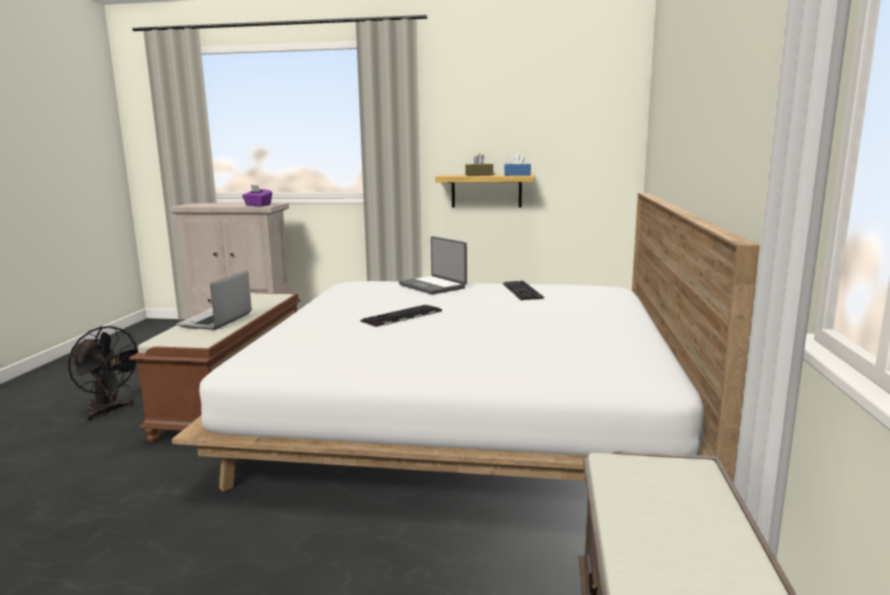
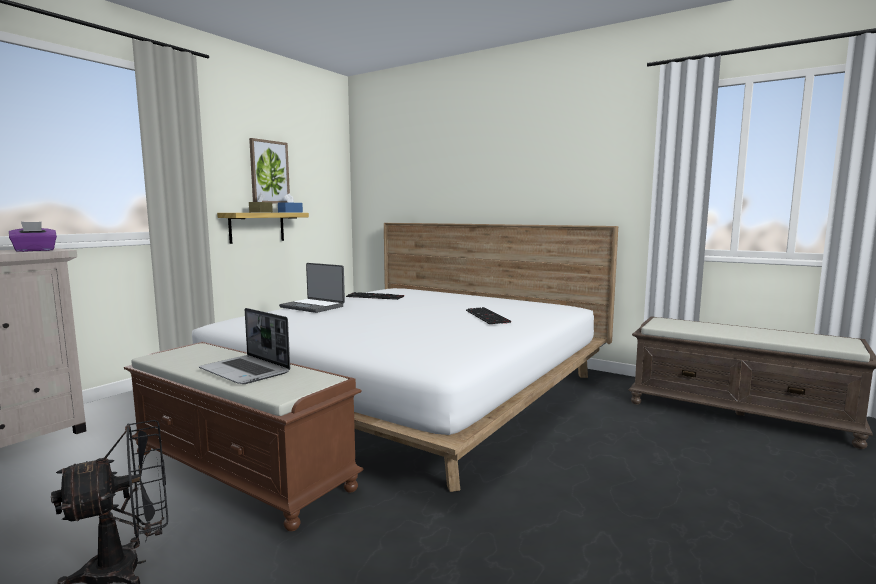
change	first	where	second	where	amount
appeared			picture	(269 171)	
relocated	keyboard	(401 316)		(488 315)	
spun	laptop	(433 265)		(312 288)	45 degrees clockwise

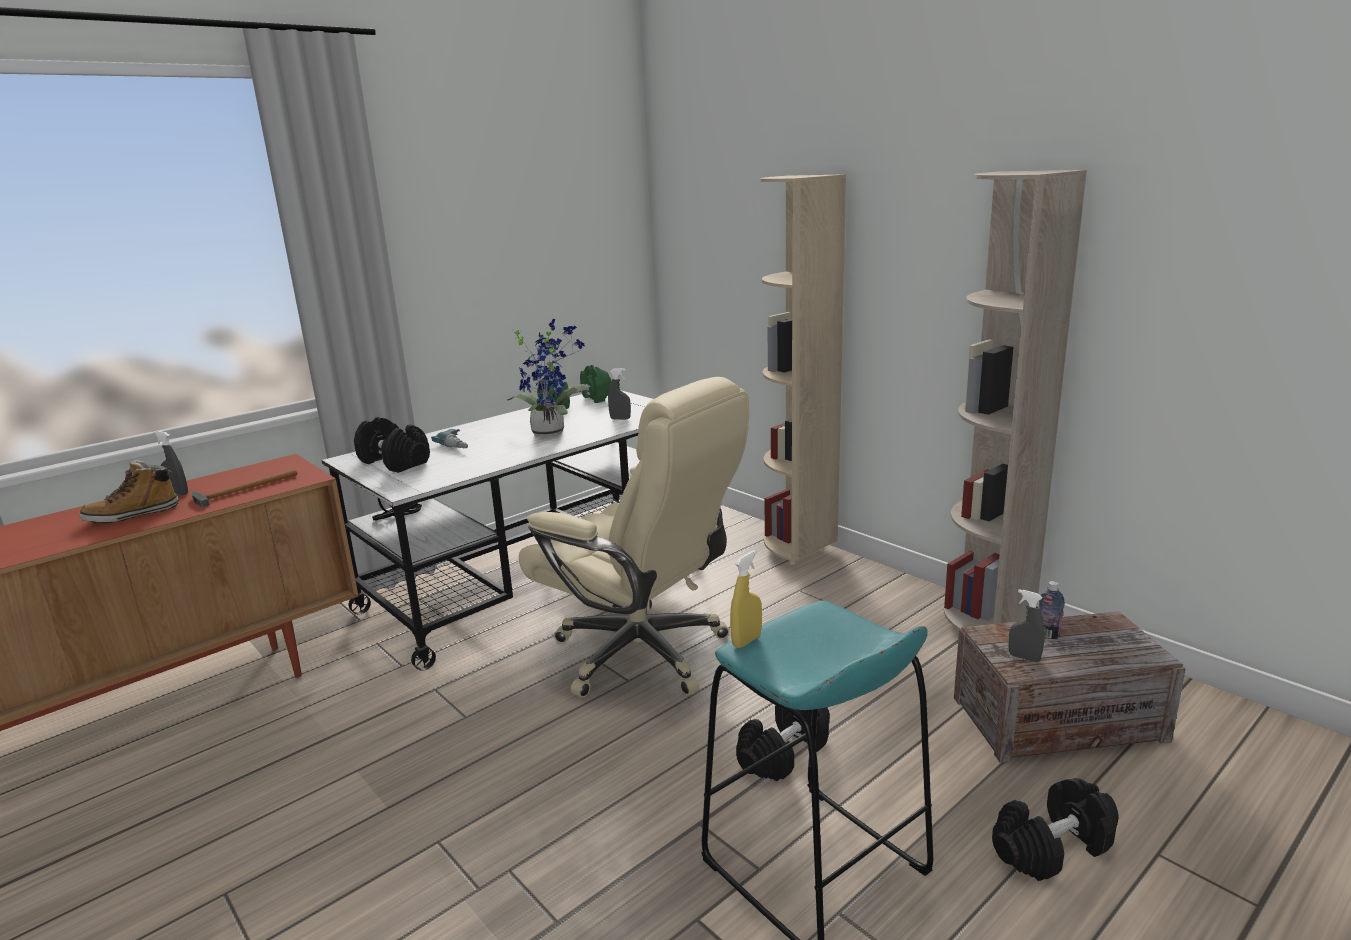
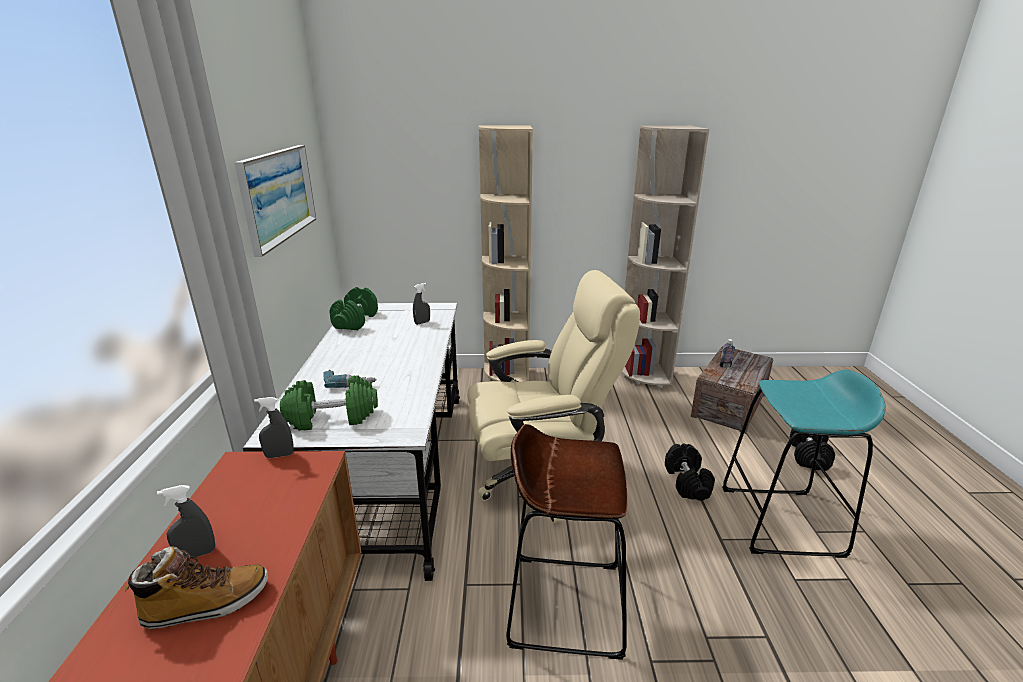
change	first	where	second	where	amount
missing	hammer	(244 488)			
missing	potted plant	(549 378)			
missing	yellow spray bottle	(746 599)			
appeared			picture	(275 201)	
appeared			brown stool	(566 542)	
relocated	grey spray bottle	(1027 625)		(274 427)	
colour	black dumbbell	(392 445)	green dumbbell	(329 403)	
spun	boot	(129 491)		(196 587)	120 degrees counterclockwise

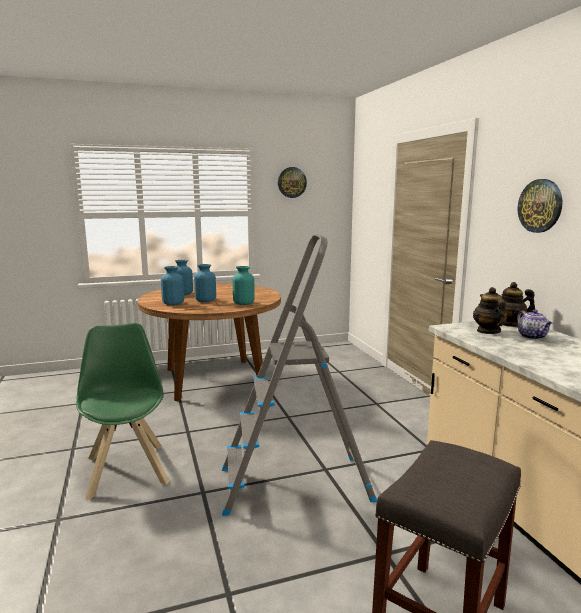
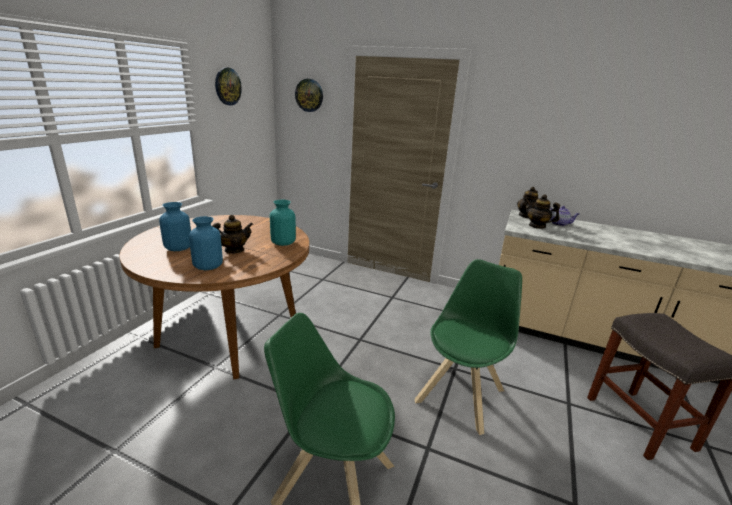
change	first	where	second	where	amount
relocated	wall clock	(540 206)		(309 95)	
exchanged	blue vase	(205 283)	teapot	(232 234)	
exchanged	grey step ladder	(299 375)	green chair	(468 347)	

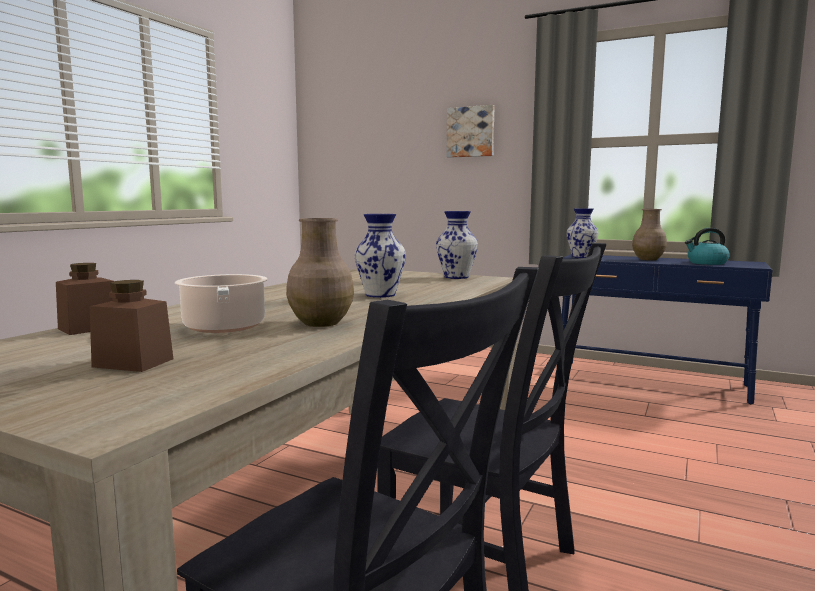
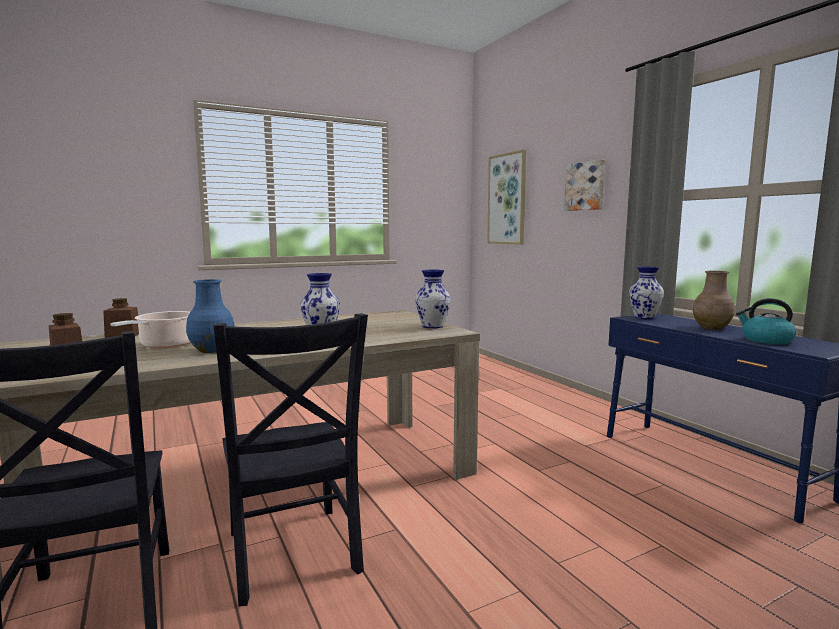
change	first	where	second	where	amount
appeared			picture	(506 197)	
colour	brown vase	(320 272)	blue vase	(210 316)	

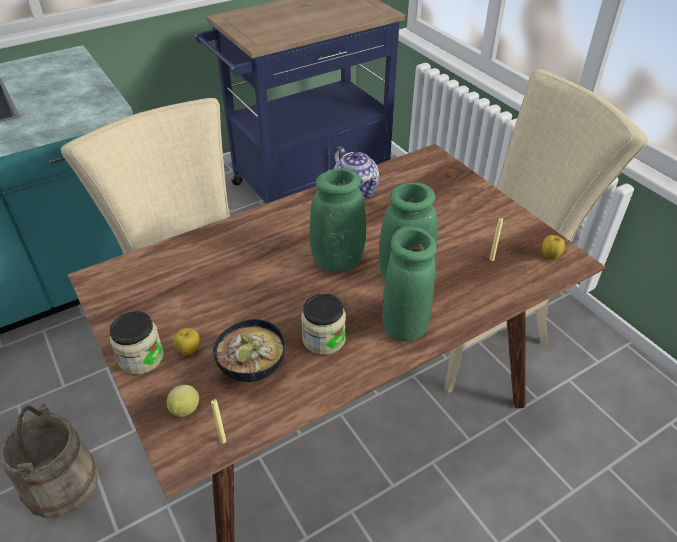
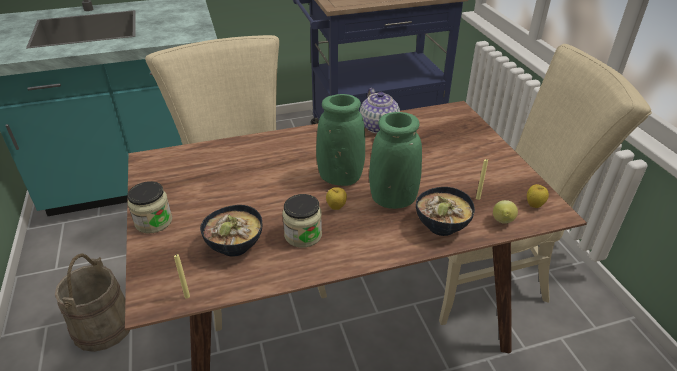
change	first	where	second	where	amount
missing	green vase	(409 283)			
appeared			bowl	(445 211)	
relocated	lemon	(183 401)		(505 212)	
relocated	apple	(186 342)		(336 198)	

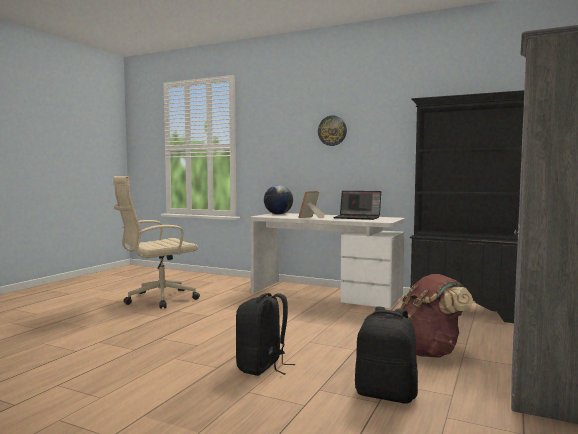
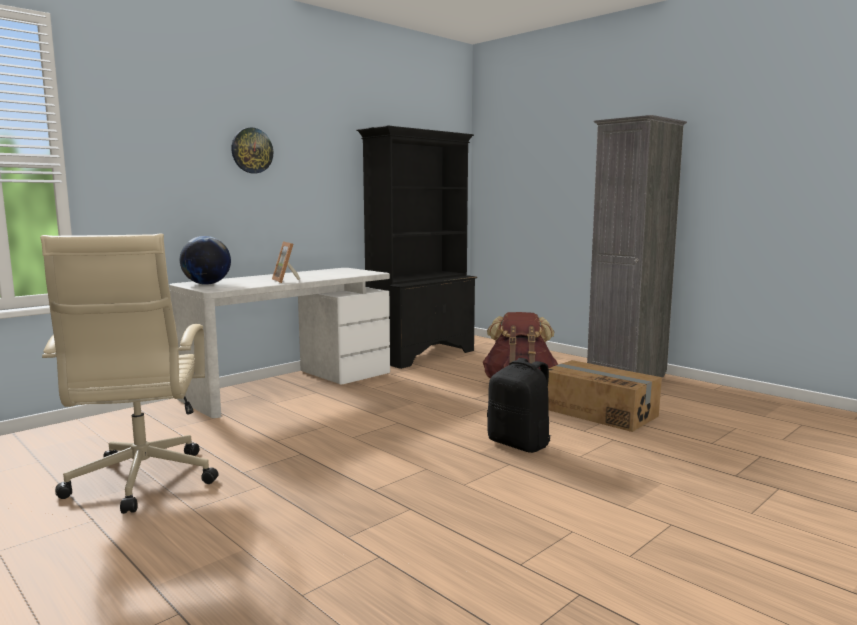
change	first	where	second	where	amount
missing	laptop	(357 205)			
exchanged	black backpack	(386 355)	cardboard box	(605 396)	

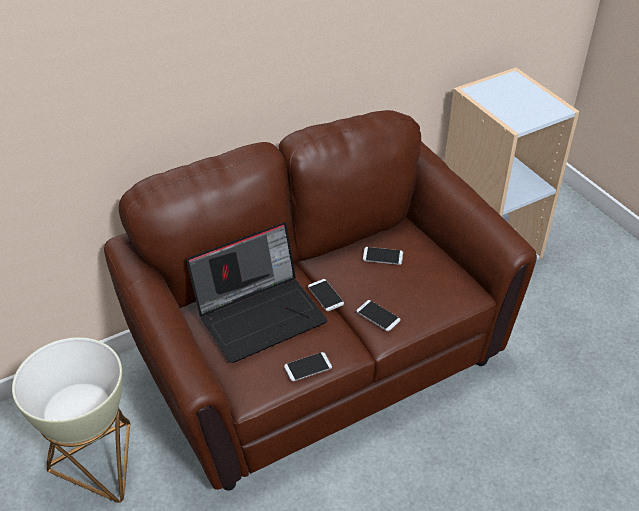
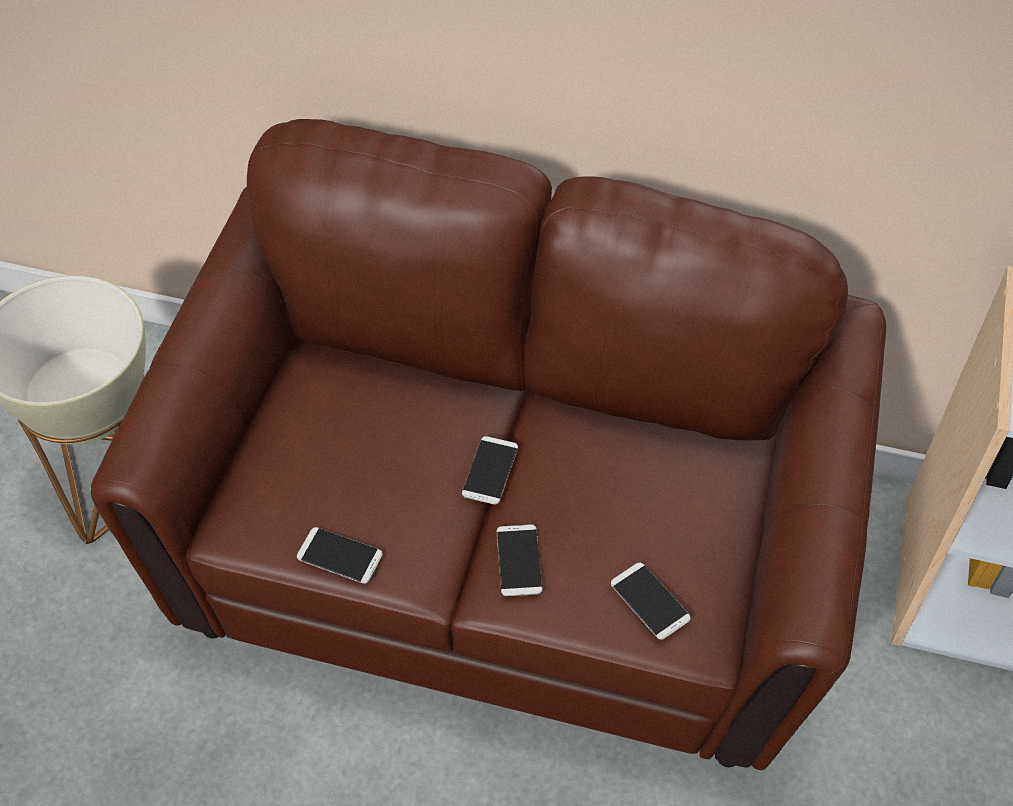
change	first	where	second	where	amount
missing	laptop	(257 292)			
relocated	phone	(383 256)		(651 601)	

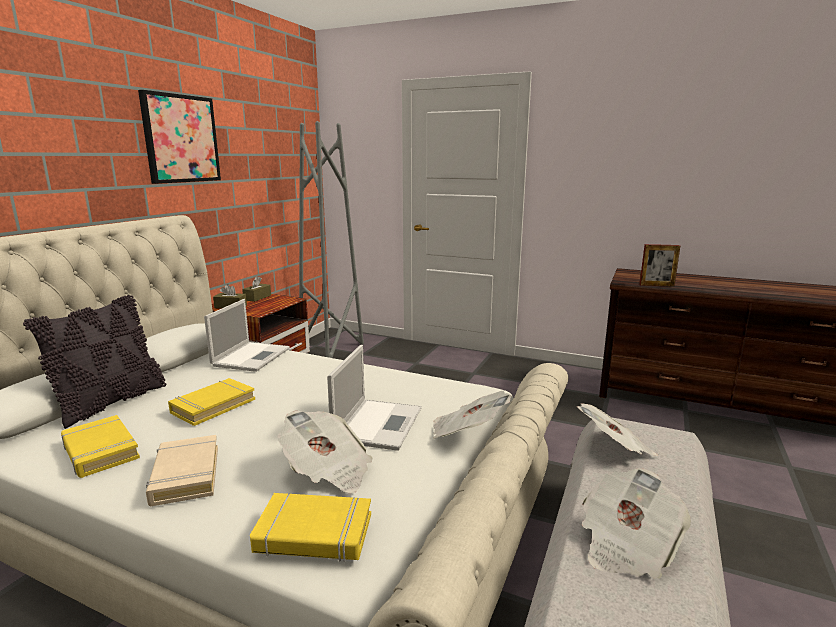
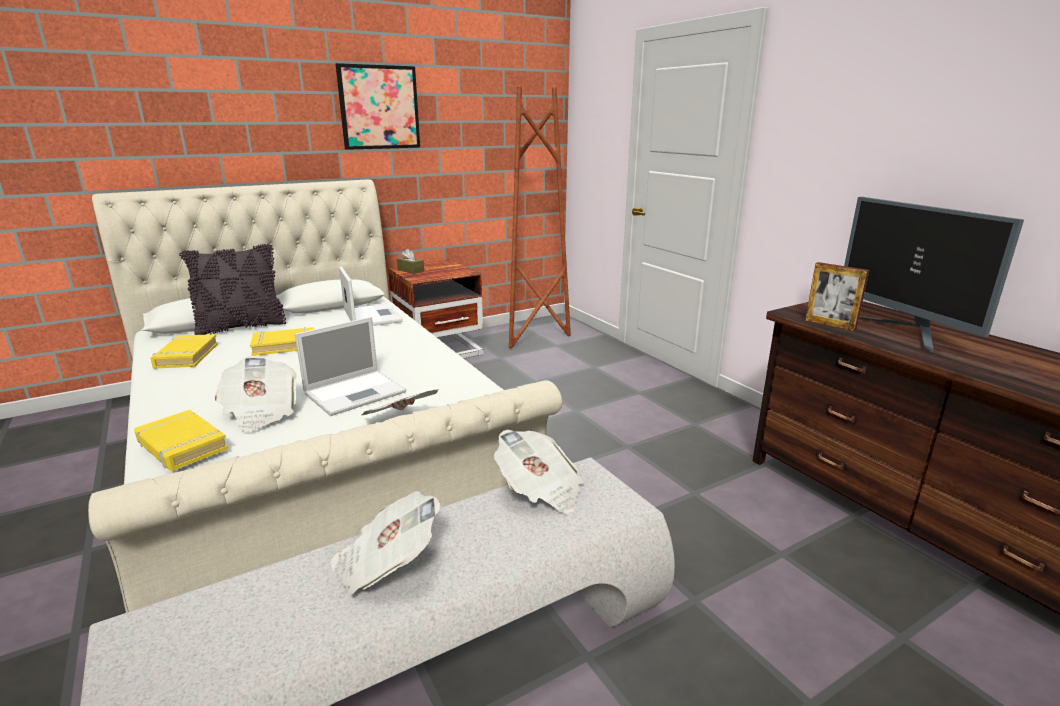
change	first	where	second	where	amount
missing	beige book	(182 470)			
missing	brown tissue box	(256 289)			
appeared			monitor	(934 274)	
colour	grey clothes rack	(331 239)	brown clothes rack	(540 217)	
spun	laptop	(247 335)		(371 296)	75 degrees counterclockwise

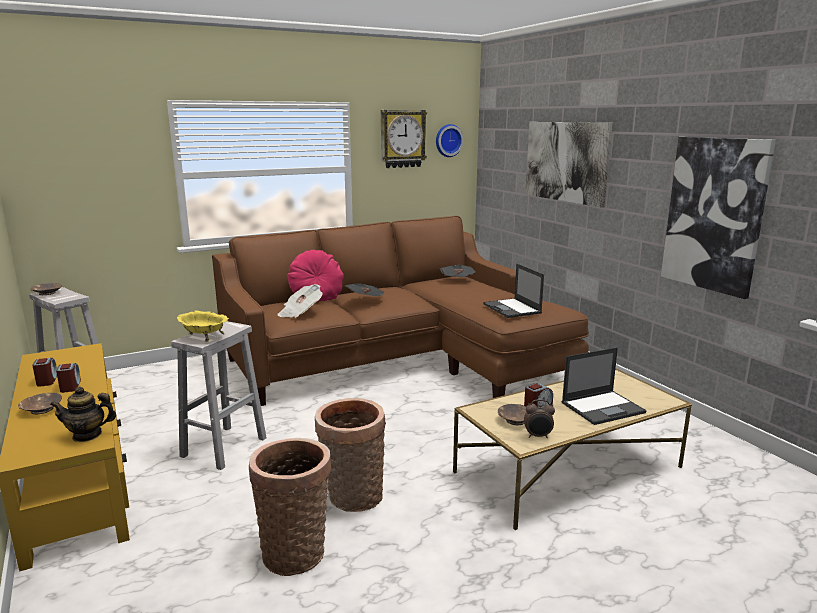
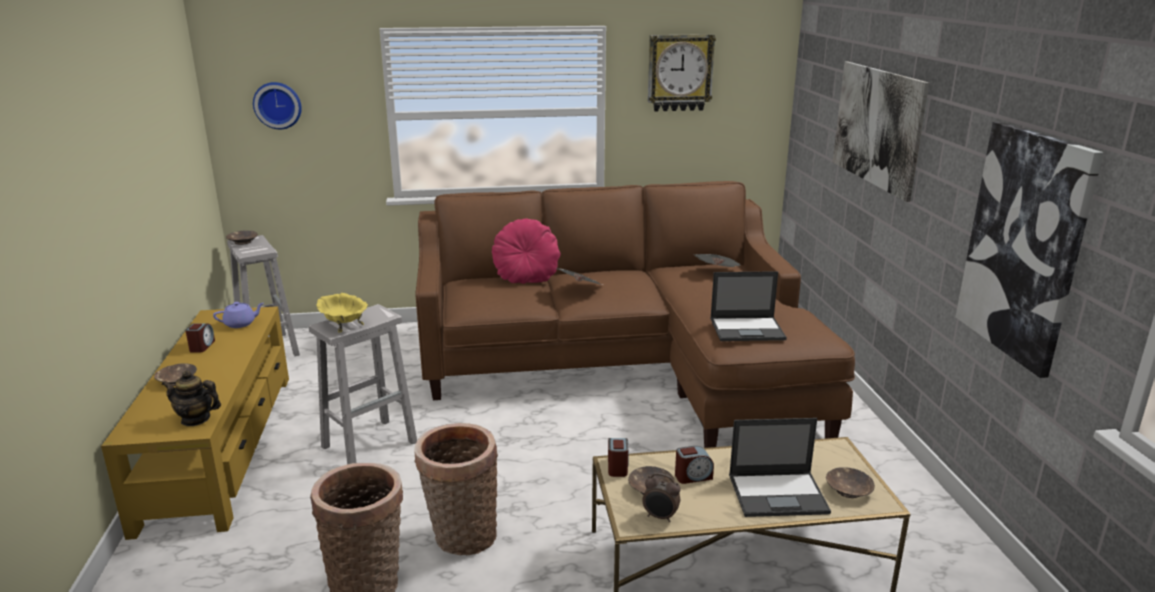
change	first	where	second	where	amount
missing	newspaper	(299 301)			
appeared			purple teapot	(238 315)	
appeared			brown bowl	(850 482)	
relocated	alarm clock	(68 378)		(618 457)	
relocated	wall clock	(450 140)		(277 105)	
spun	laptop	(513 291)		(748 306)	90 degrees counterclockwise

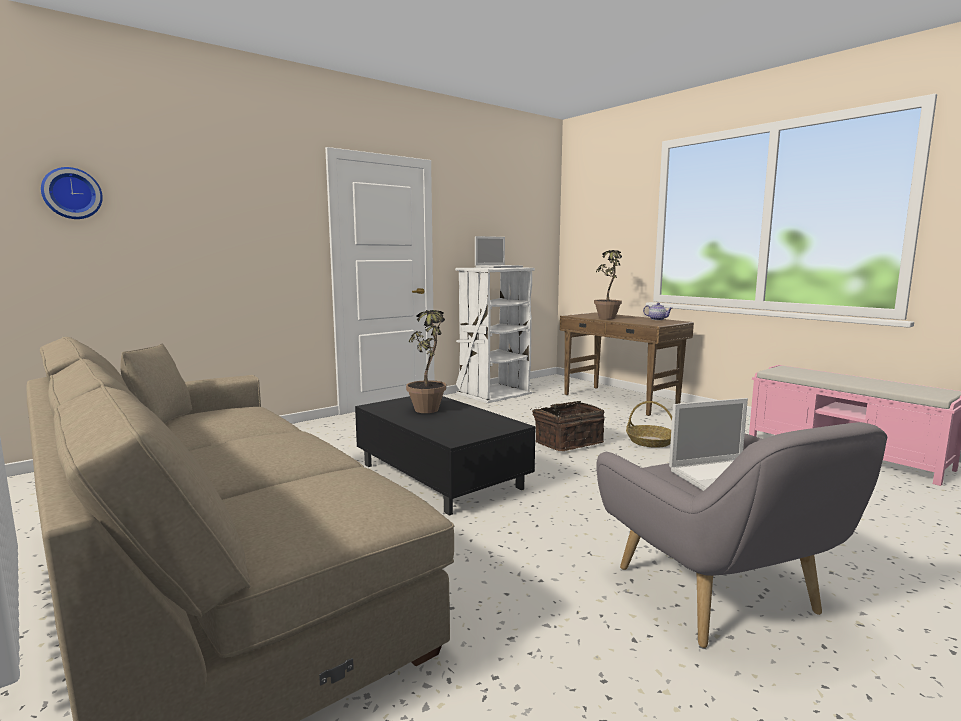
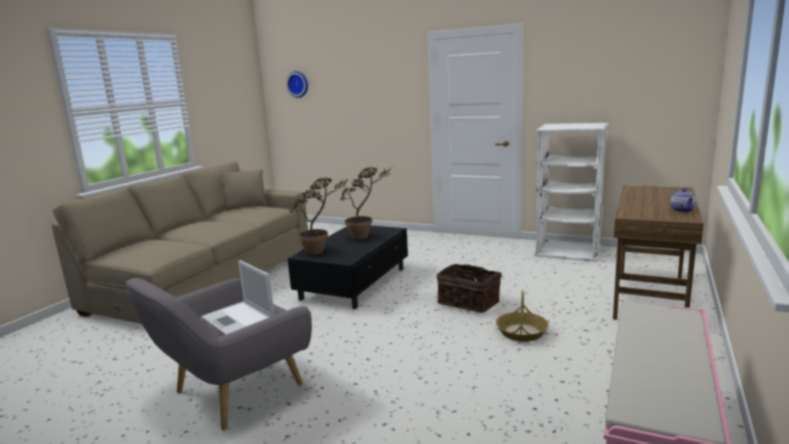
change	first	where	second	where	amount
missing	laptop	(499 252)			
relocated	potted plant	(608 284)		(319 216)	

